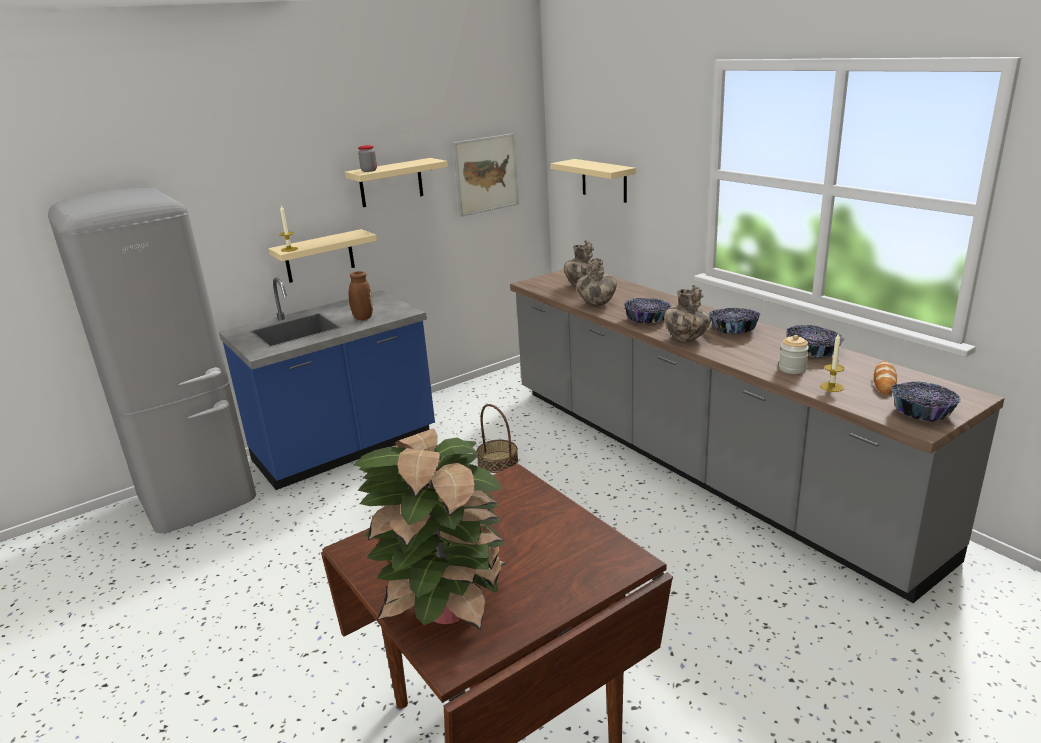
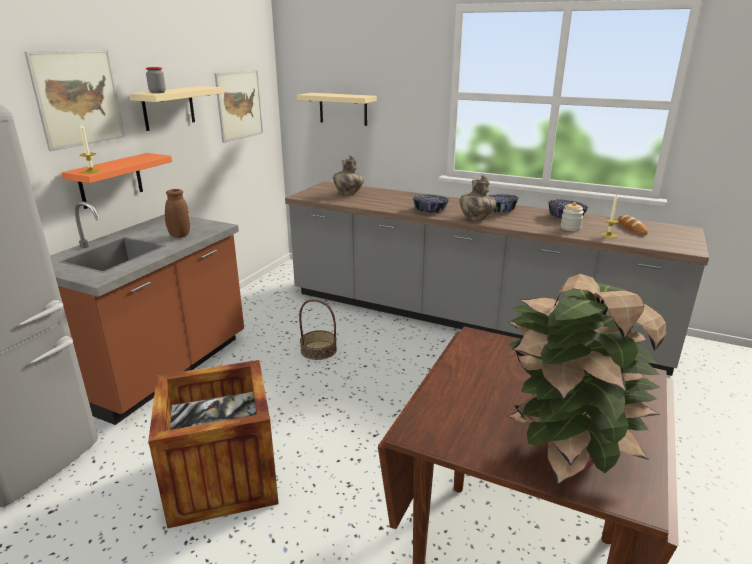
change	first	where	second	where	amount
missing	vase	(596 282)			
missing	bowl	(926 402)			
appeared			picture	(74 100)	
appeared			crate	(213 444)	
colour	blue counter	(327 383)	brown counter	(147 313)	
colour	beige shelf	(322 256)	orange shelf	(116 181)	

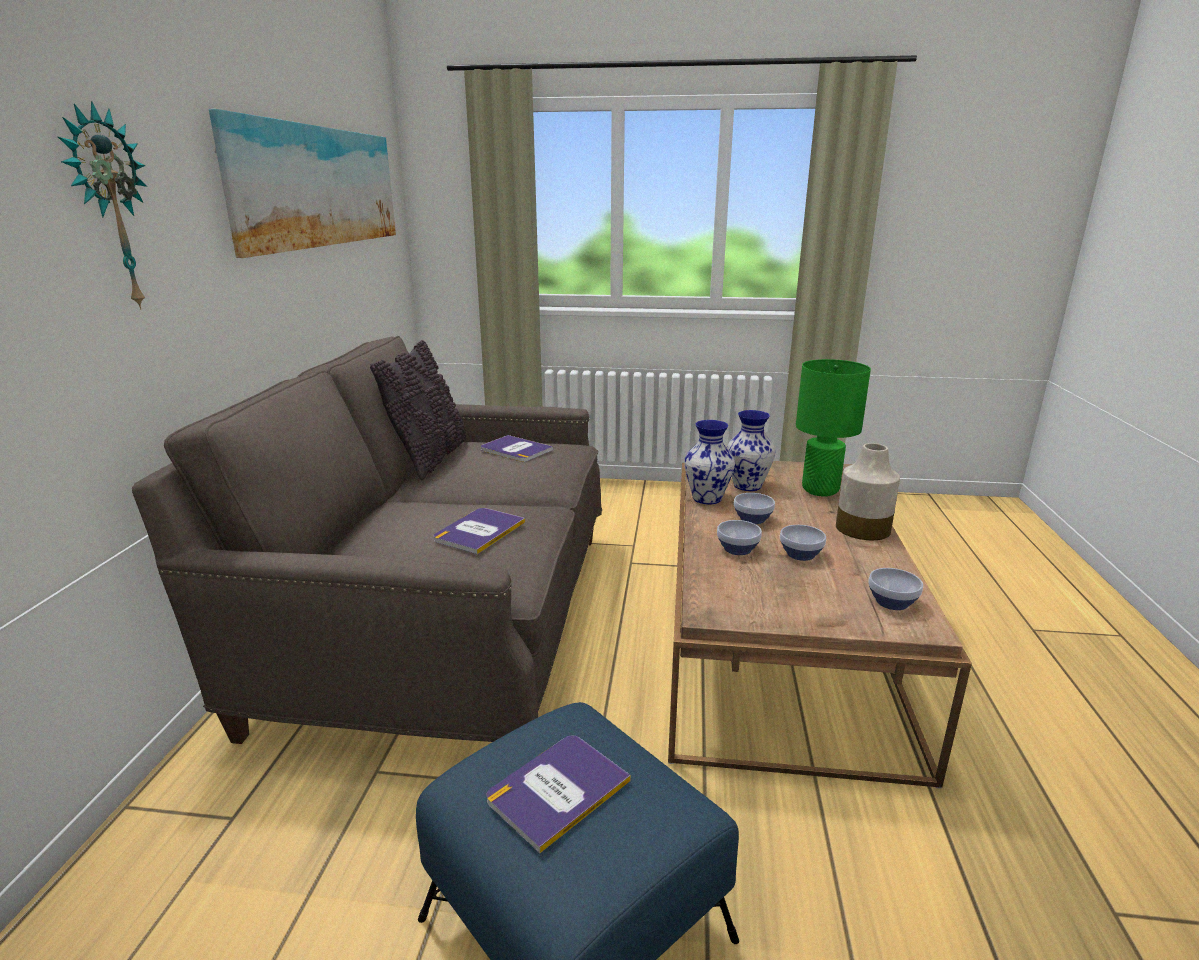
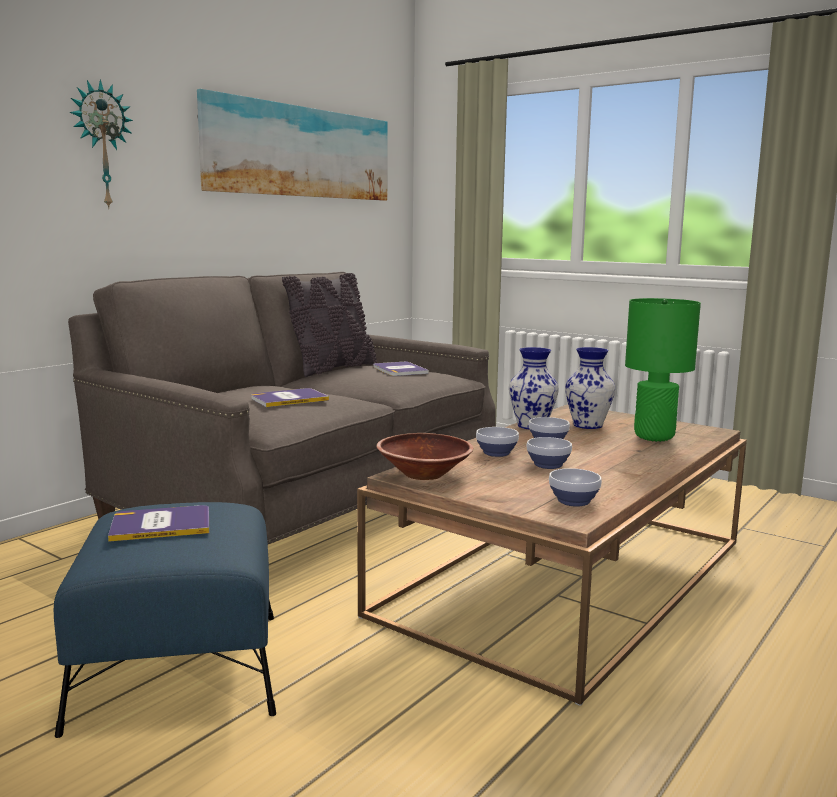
change	first	where	second	where	amount
missing	beige vase	(868 491)			
appeared			brown bowl	(425 456)	

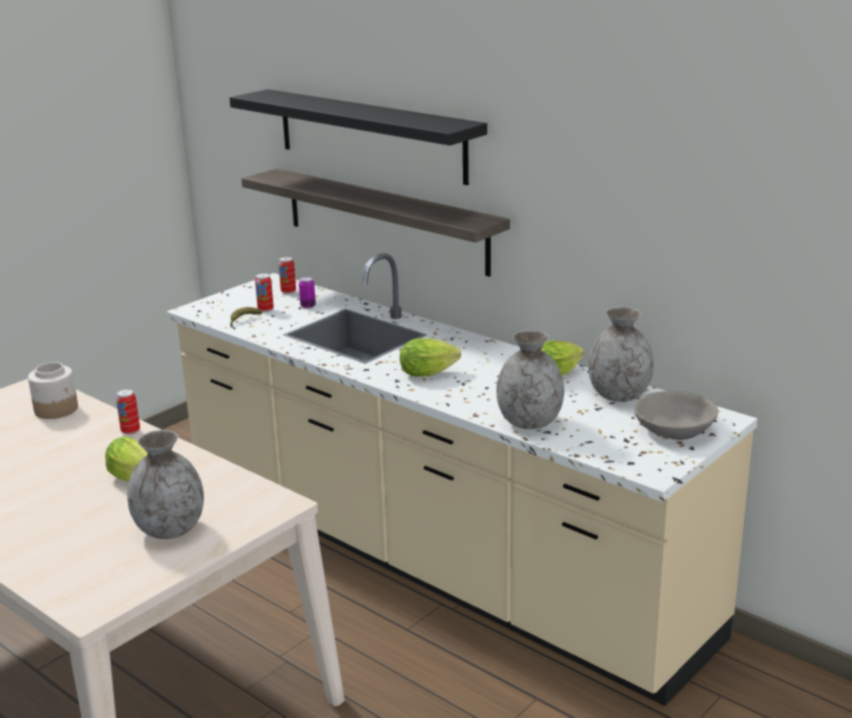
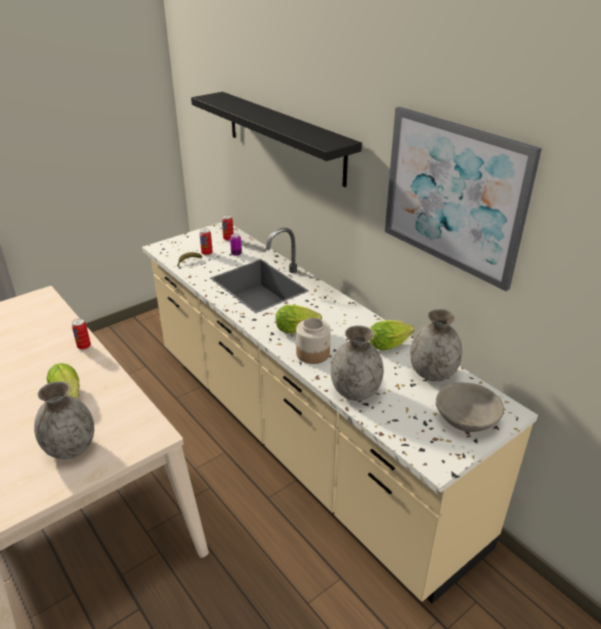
change	first	where	second	where	amount
missing	shelf	(375 223)			
appeared			picture	(463 199)	
relocated	jar	(53 390)		(313 341)	

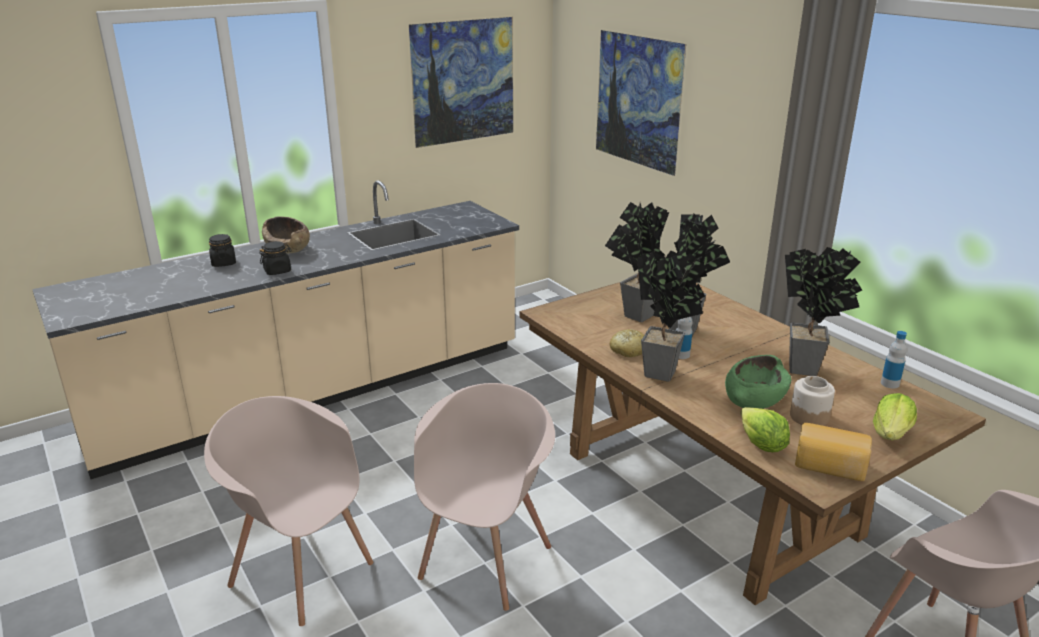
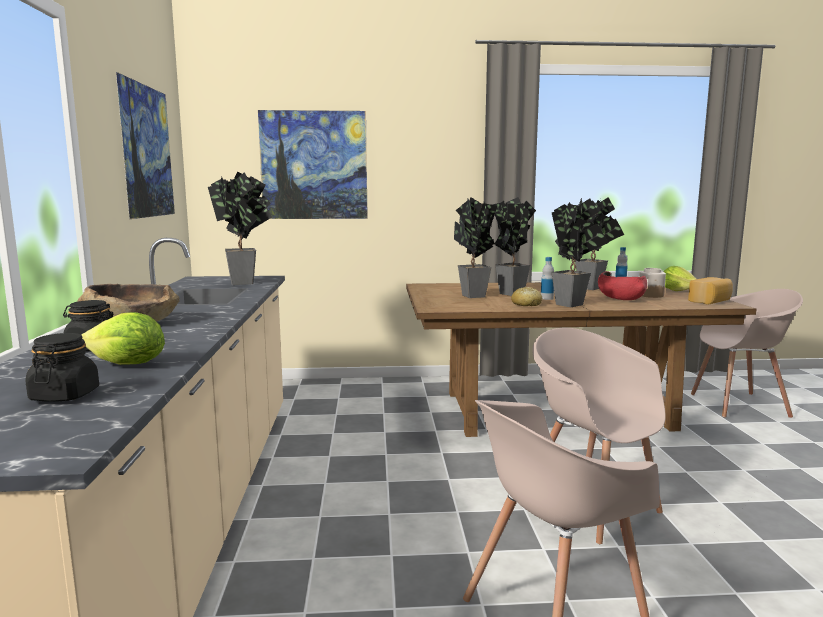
change	first	where	second	where	amount
appeared			potted plant	(240 228)	
relocated	black jar	(275 258)		(62 367)	
relocated	lettuce	(765 429)		(123 338)	
colour	green bowl	(758 382)	red bowl	(622 285)	

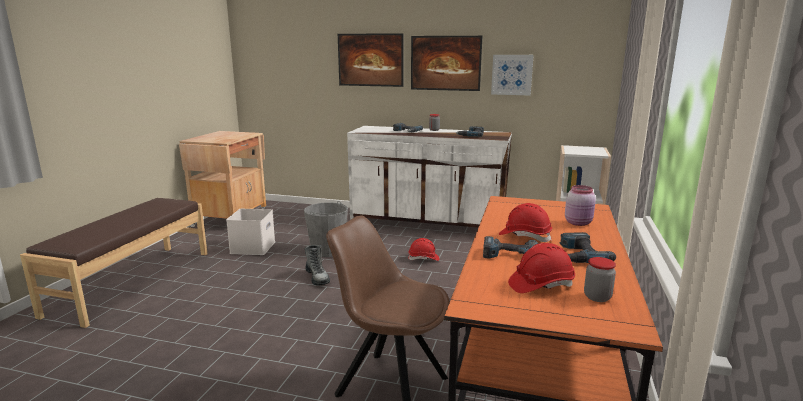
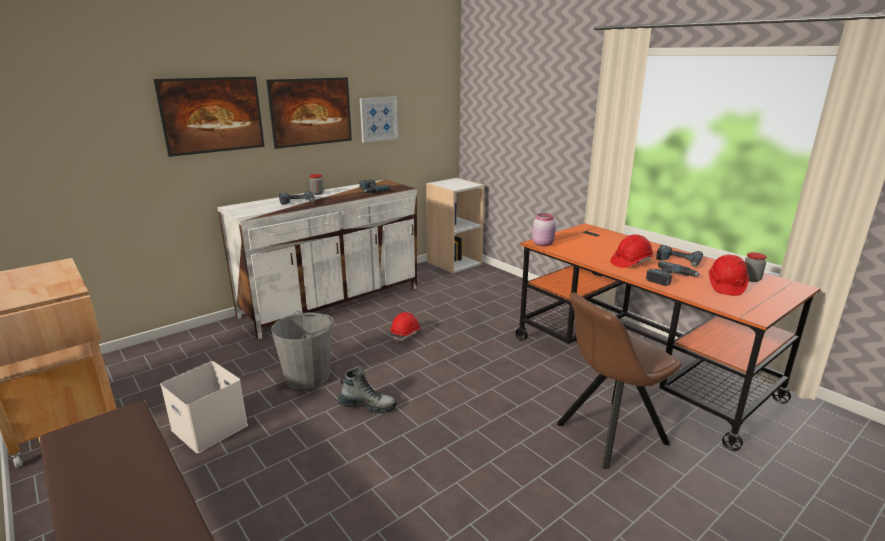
change	first	where	second	where	amount
relocated	pink jar	(580 205)		(544 229)	

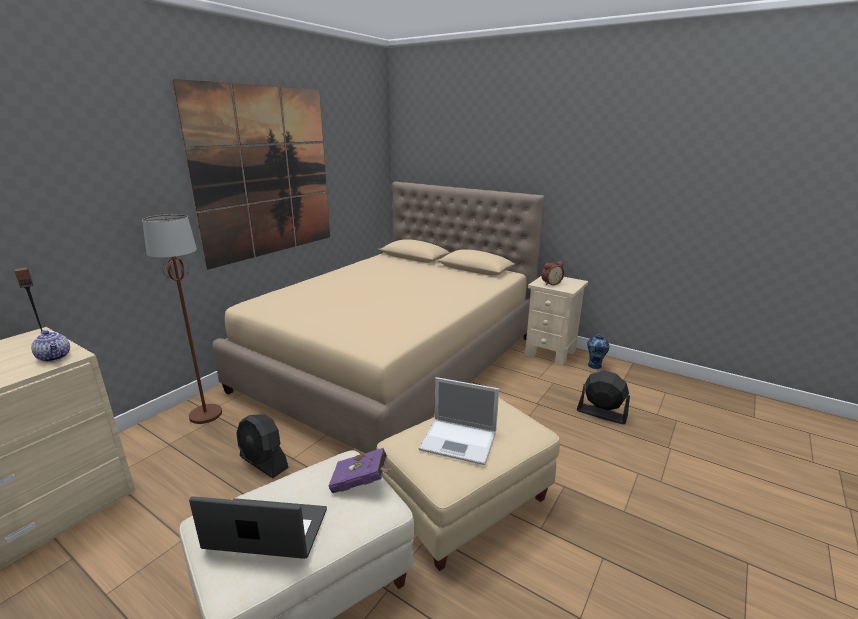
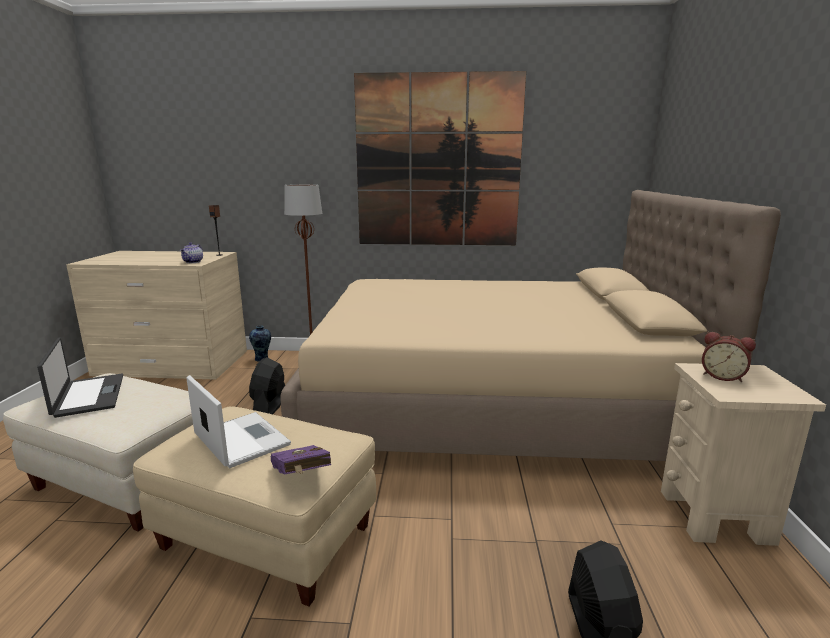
change	first	where	second	where	amount
relocated	purple book	(361 470)		(301 460)	
relocated	vase	(598 351)		(260 343)	
spun	laptop	(459 421)		(238 422)	150 degrees clockwise

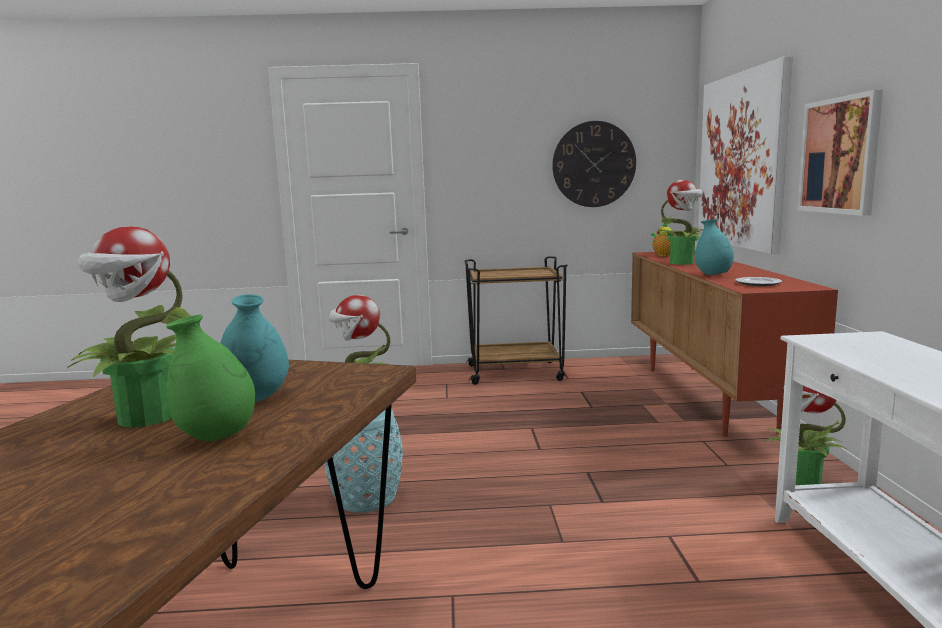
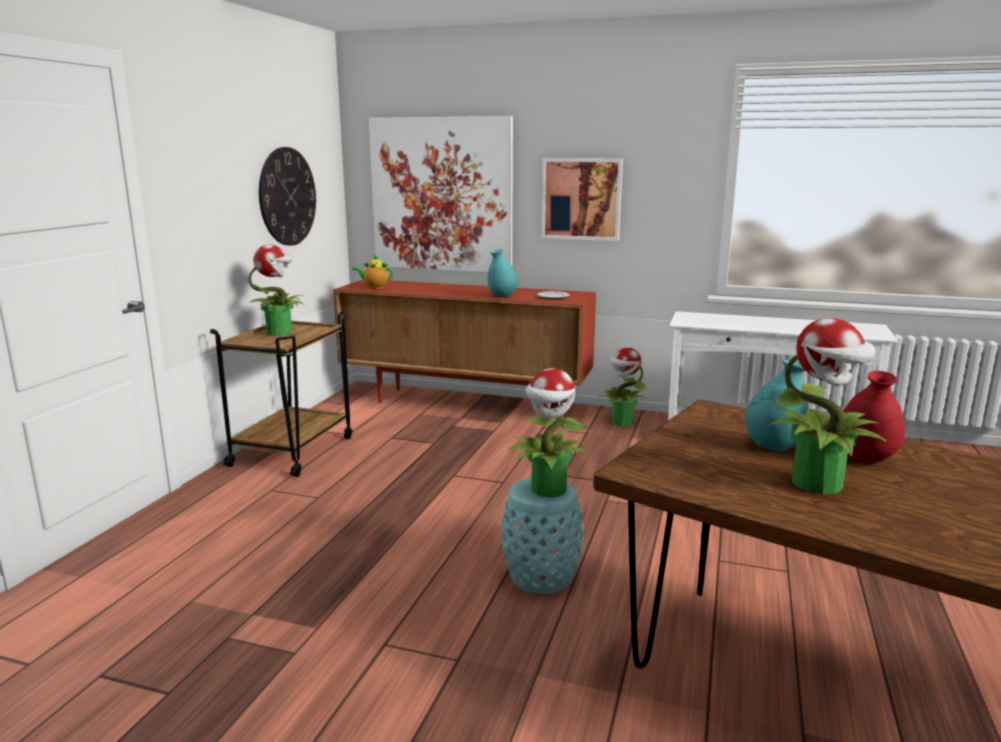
change	first	where	second	where	amount
relocated	potted plant	(681 222)		(277 290)	
colour	green vase	(210 378)	red vase	(874 417)	

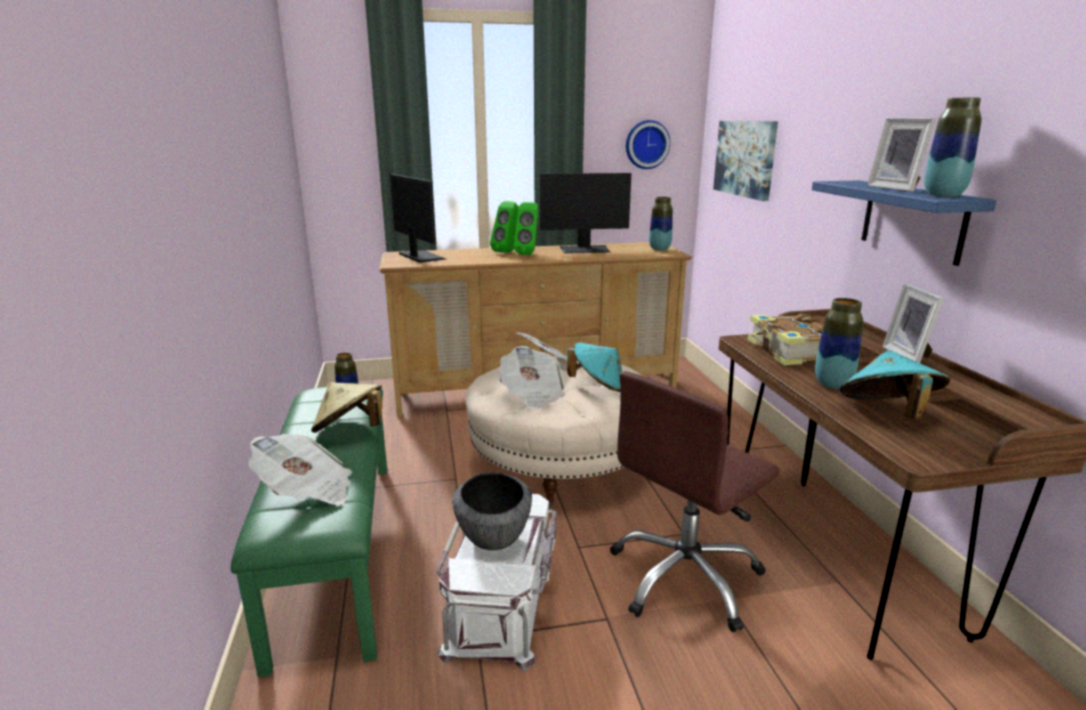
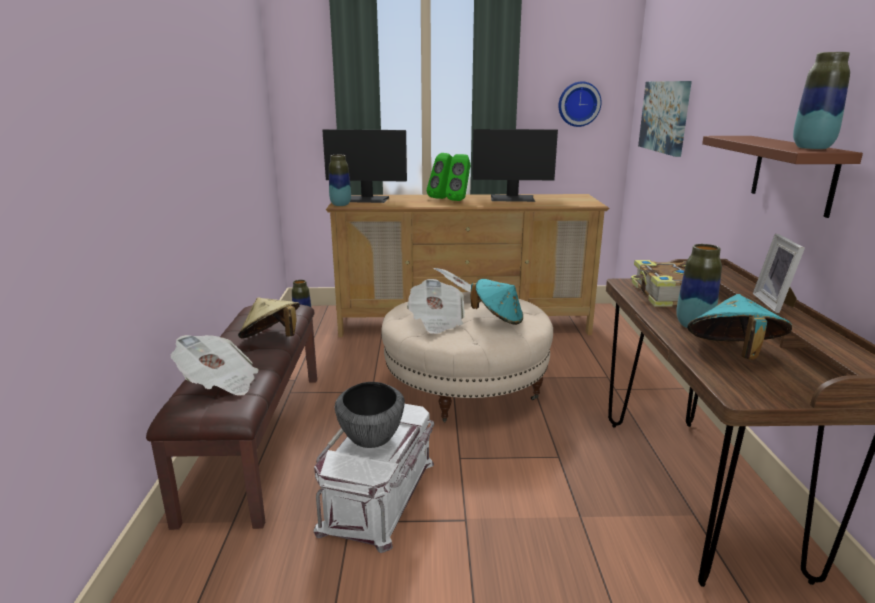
change	first	where	second	where	amount
missing	brown office chair	(695 501)			
missing	picture frame	(901 155)			
relocated	vase	(661 224)		(340 180)	
colour	green bench	(309 532)	brown bench	(231 417)	
colour	blue shelf	(904 223)	brown shelf	(782 177)	
spun	monitor	(418 218)		(364 166)	120 degrees clockwise

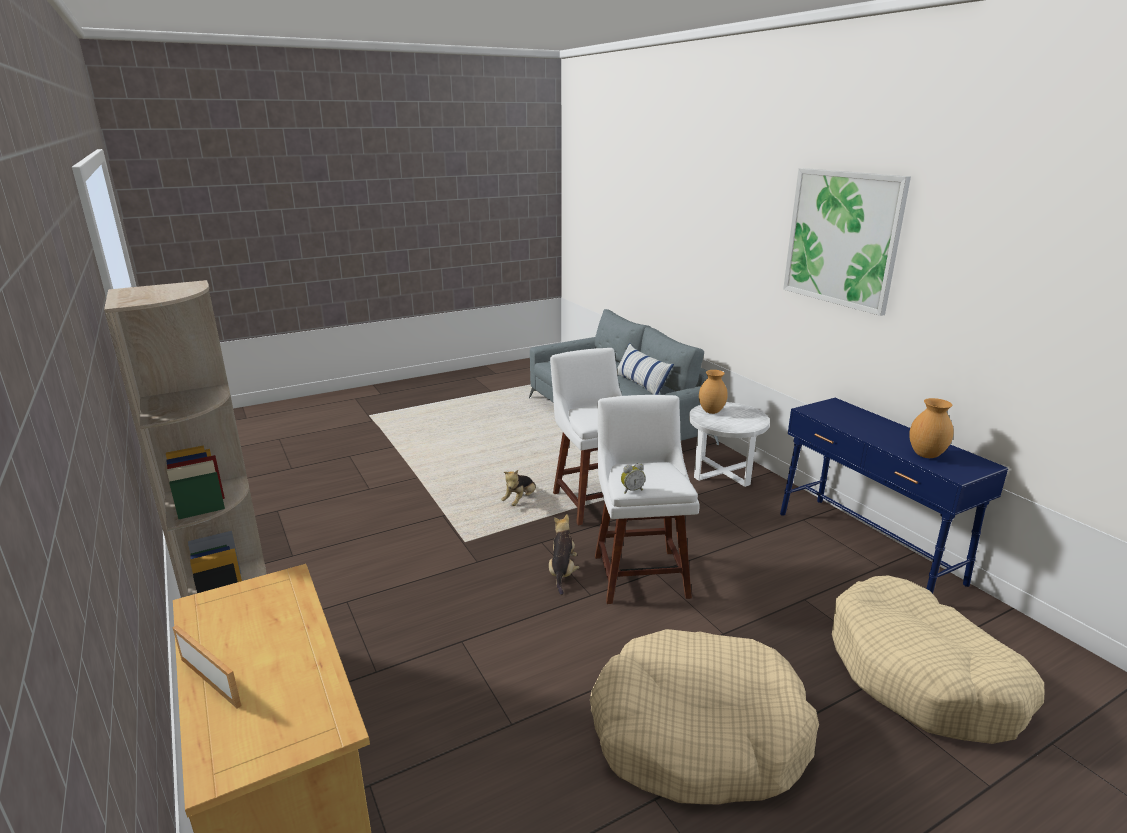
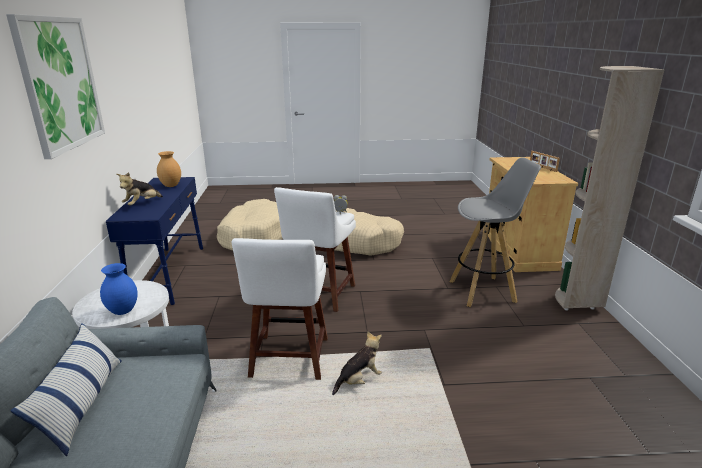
change	first	where	second	where	amount
appeared			grey stool	(495 232)	
relocated	plush toy	(564 554)		(140 189)	
colour	brown vase	(713 392)	blue vase	(119 289)	

